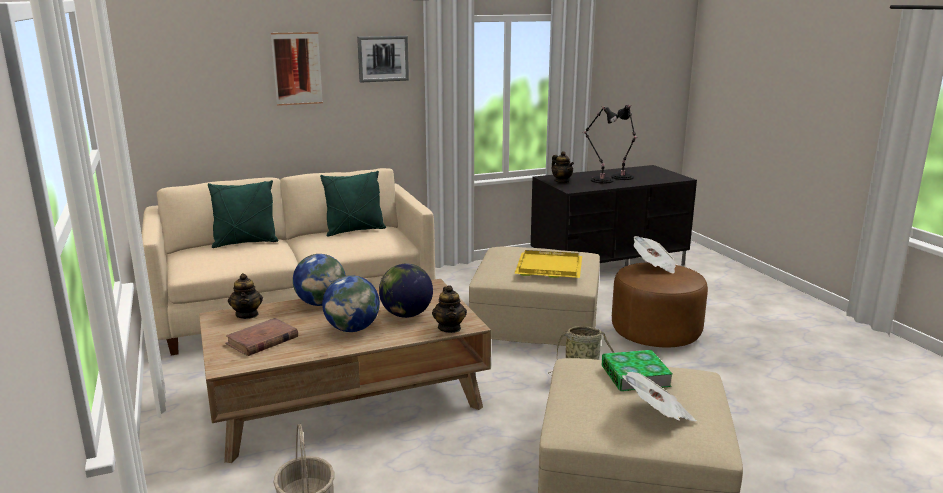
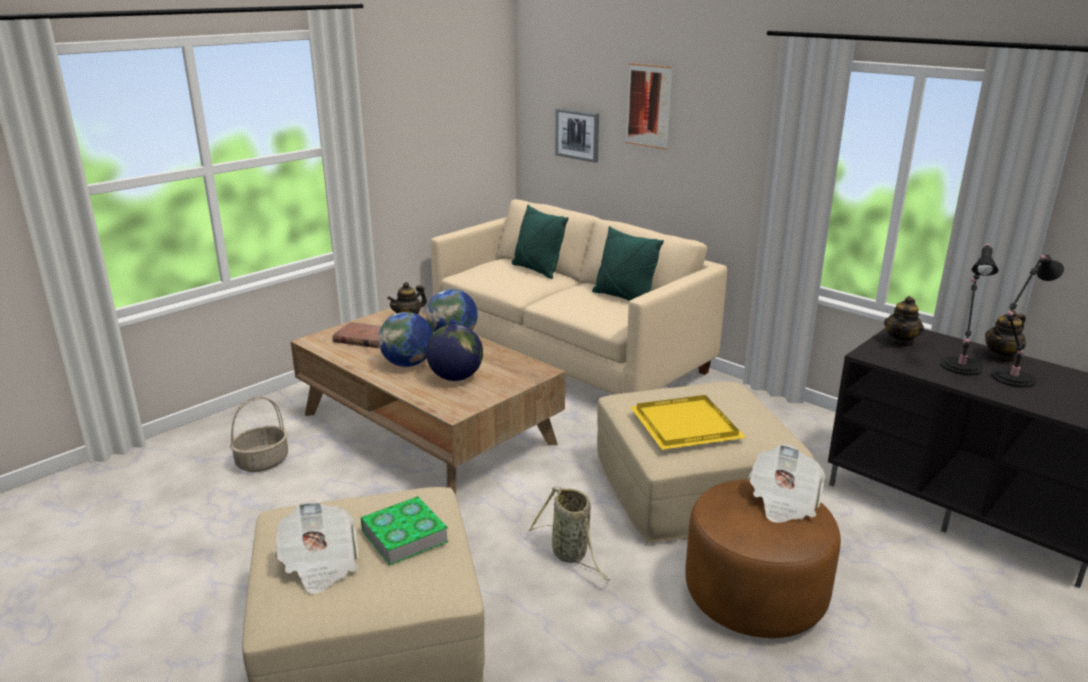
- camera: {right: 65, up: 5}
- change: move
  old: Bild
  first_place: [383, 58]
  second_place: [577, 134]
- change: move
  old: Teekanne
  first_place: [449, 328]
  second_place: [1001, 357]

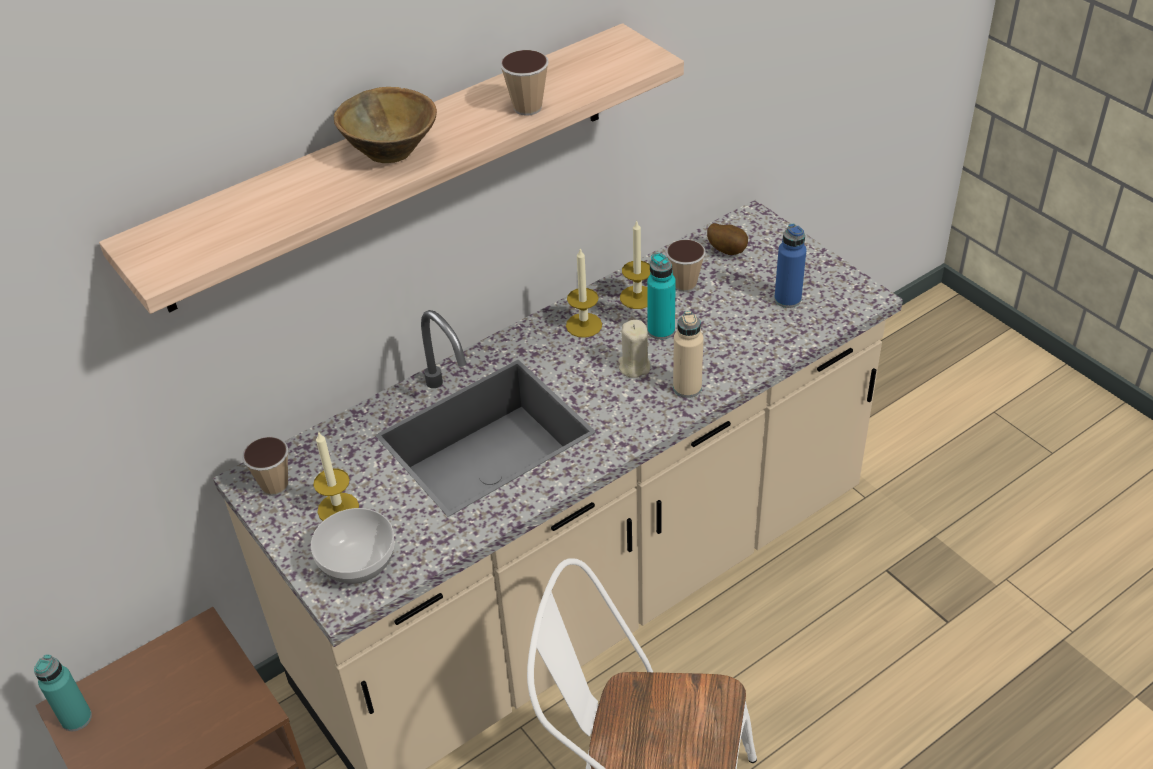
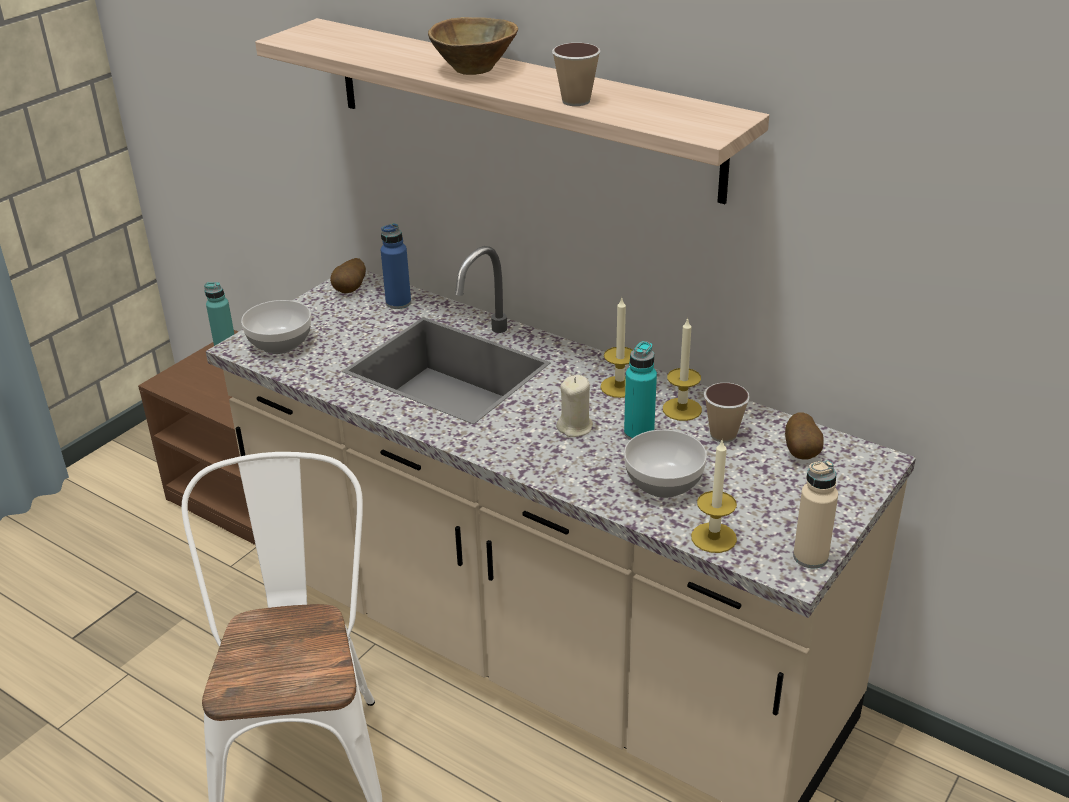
- camera: {right: 70, up: -10}
- change: move
  old: Flasche/blau
  first_place: [787, 299]
  second_place: [398, 303]
- change: move
  old: Flasche/beige
  first_place: [687, 388]
  second_place: [810, 557]
- change: move
  old: Kerze
  first_place: [338, 508]
  second_place: [713, 537]
- change: replace
  old: Tasse
  new: Kartoffel
  first_place: [275, 485]
  second_place: [351, 290]
- change: insert
  new: Schüssel
  second_place: [664, 482]

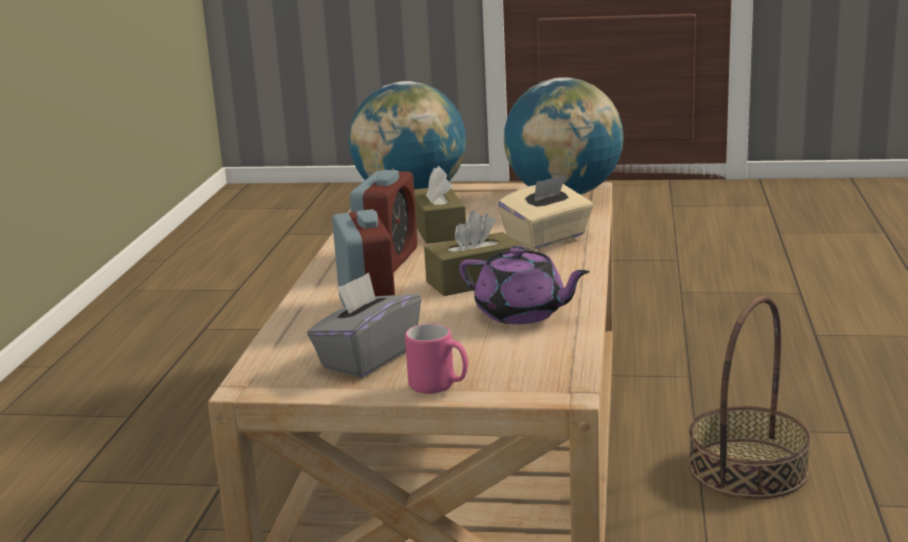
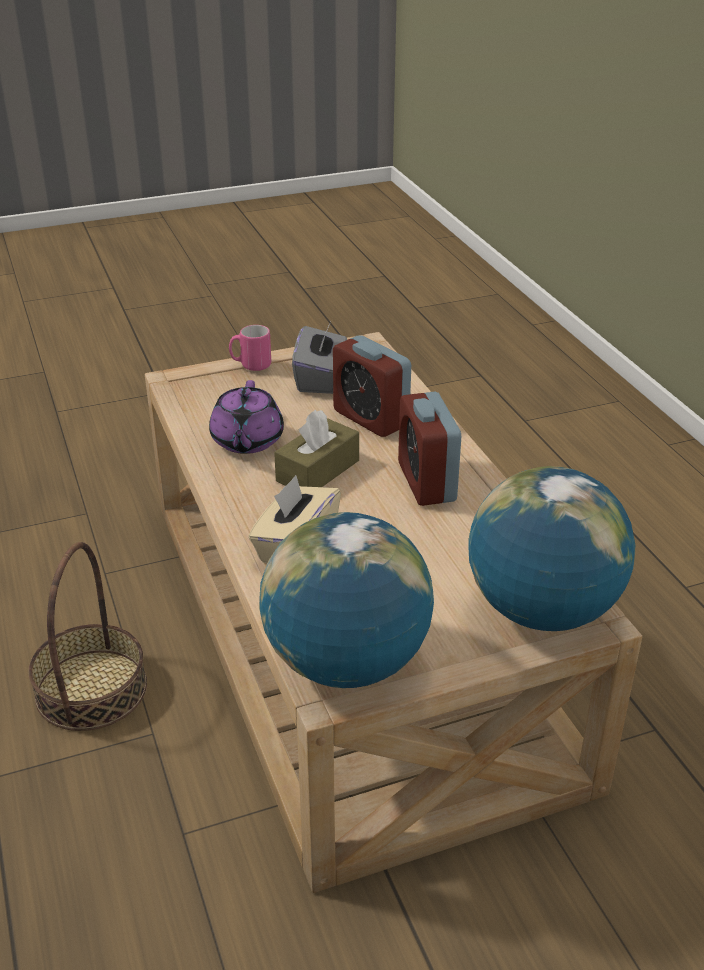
- camera: {right: 150, up: 15}
- change: delete
  old: Taschentuchbox/braun
  first_place: [438, 230]
- change: rotate
  old: Teekanne/lila
  first_place: [522, 314]
  second_place: [246, 441]
  degrees: -90

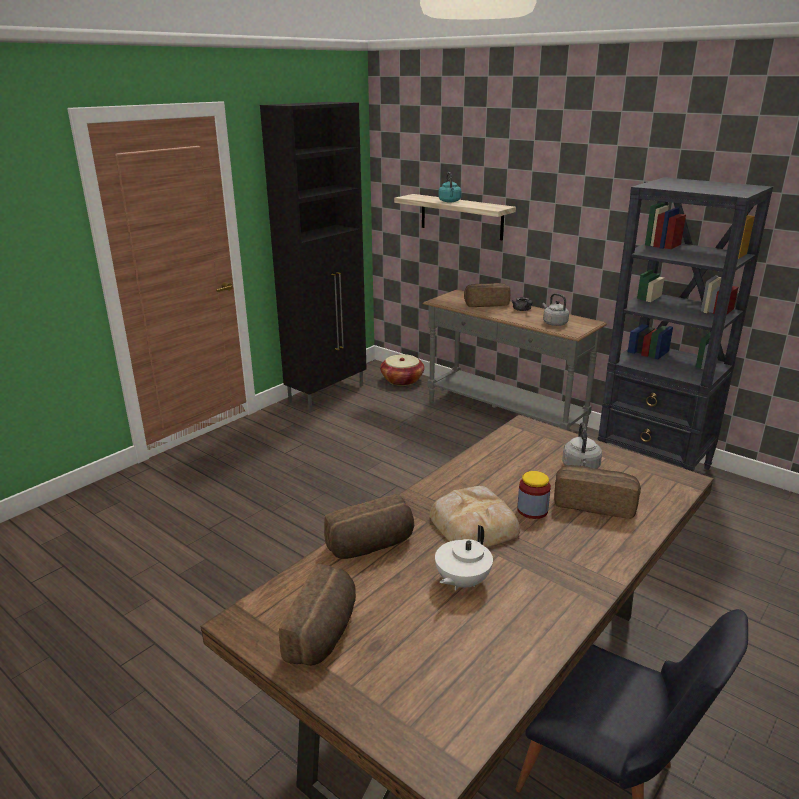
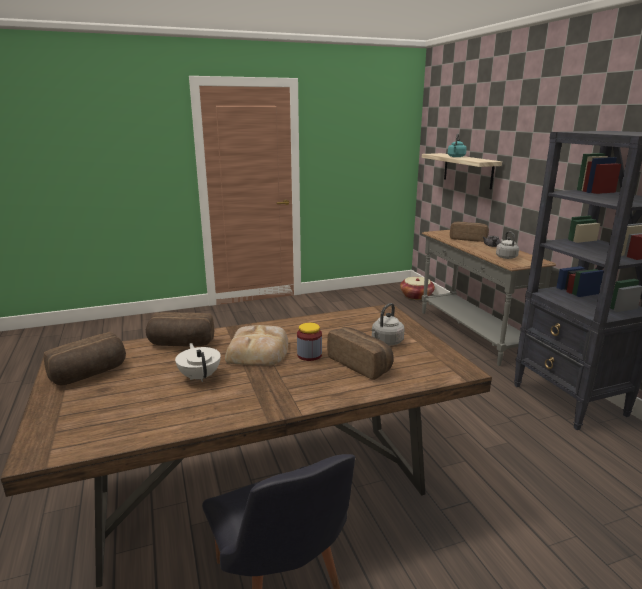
- camera: {right: 30, up: -5}
- change: delete
  old: Schrank/schwarz
  first_place: [328, 393]
- change: rotate
  old: Teekanne/weiß
  first_place: [461, 582]
  second_place: [200, 376]
  degrees: 90

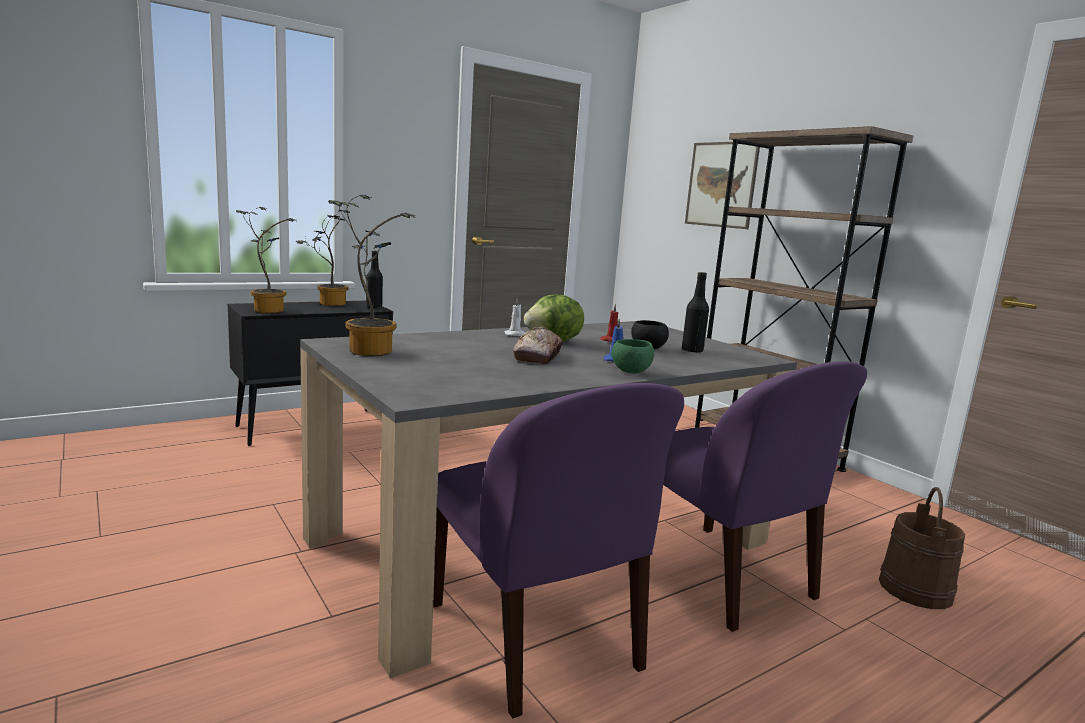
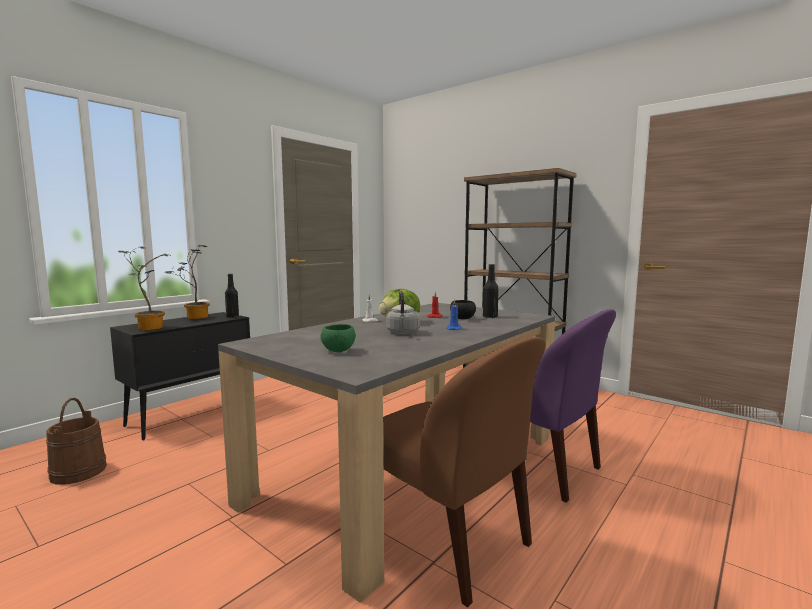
- camera: {right: -15, up: -5}
- change: delete
  old: Bild
  first_place: [721, 184]
- change: delete
  old: Topfpflanze
  first_place: [370, 350]
- change: replace
  old: Brot
  new: Wasserkessel/grau
  first_place: [538, 356]
  second_place: [403, 333]
- change: move
  old: Schüssel/grün
  first_place: [630, 371]
  second_place: [338, 351]
- change: recolor
  old: Stuhl/lila
  new: Stuhl/braun
  first_place: [535, 639]
  second_place: [447, 541]
- change: move
  old: Eimer/braun
  first_place: [914, 589]
  second_place: [78, 471]

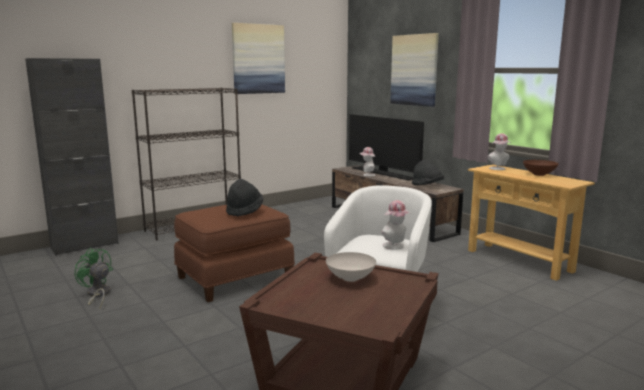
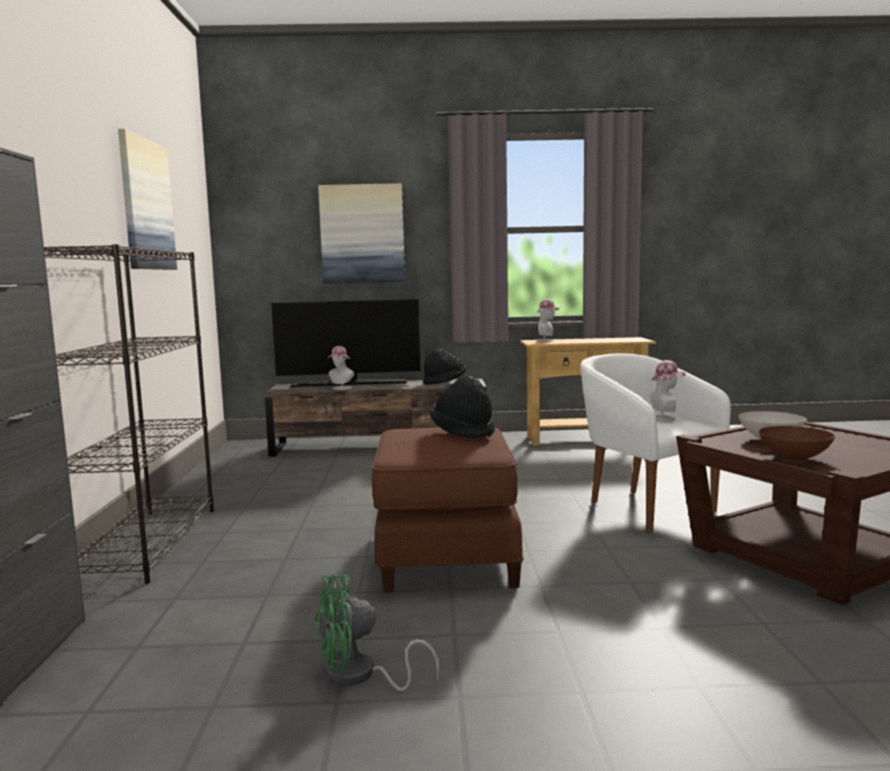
- camera: {right: -55, up: -5}
- change: move
  old: Schüssel/braun
  first_place: [539, 174]
  second_place: [793, 458]

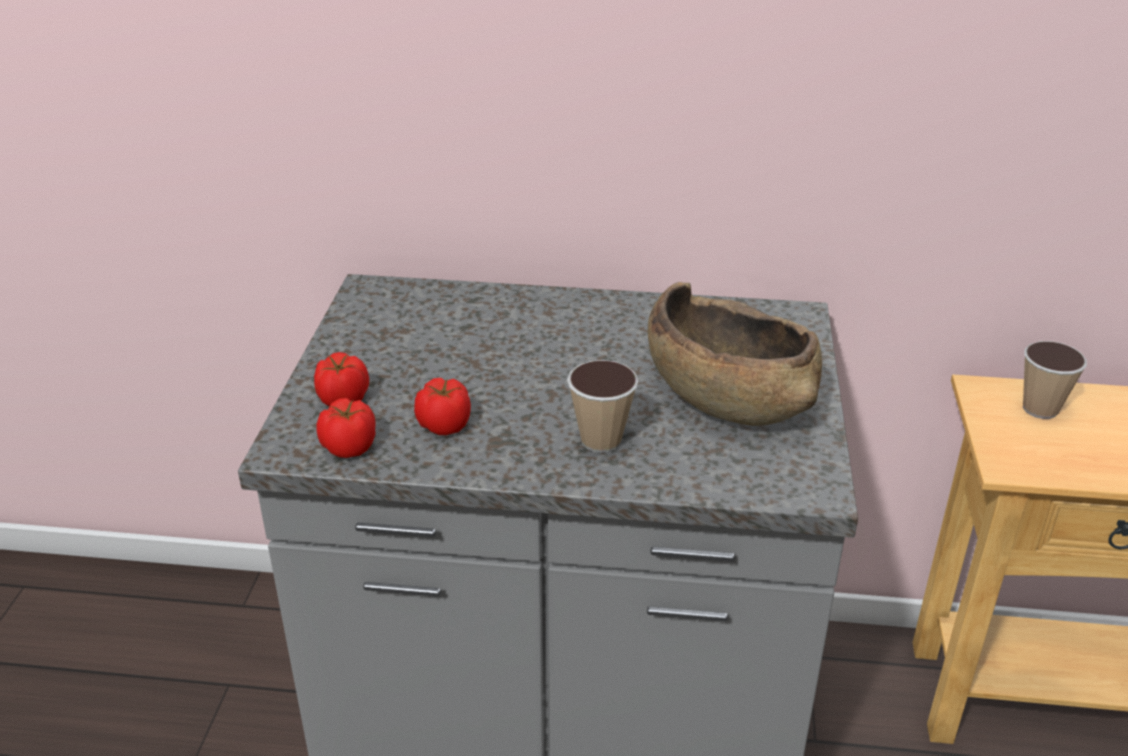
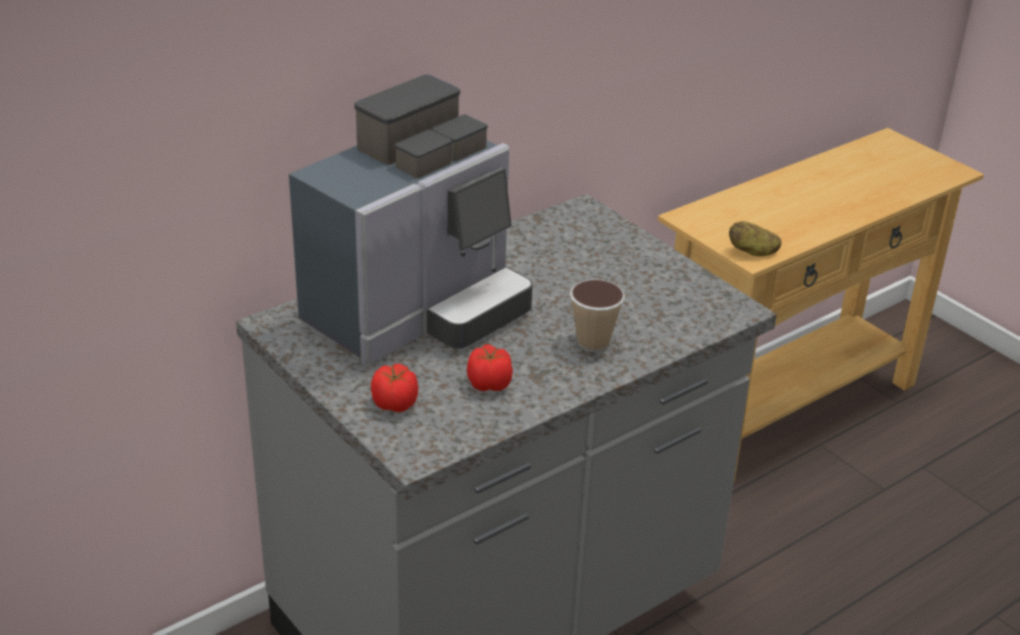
- camera: {right: -45, up: 0}
- change: delete
  old: Schüssel/braun
  first_place: [726, 392]
- change: delete
  old: Tasse
  first_place: [1040, 409]
- change: delete
  old: Tomate
  first_place: [350, 446]
- change: insert
  new: Kaffeemaschine
  second_place: [418, 312]
- change: insert
  new: Kartoffel
  second_place: [752, 252]

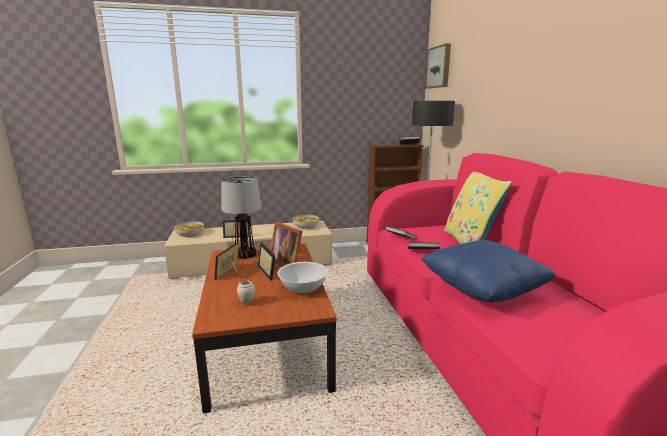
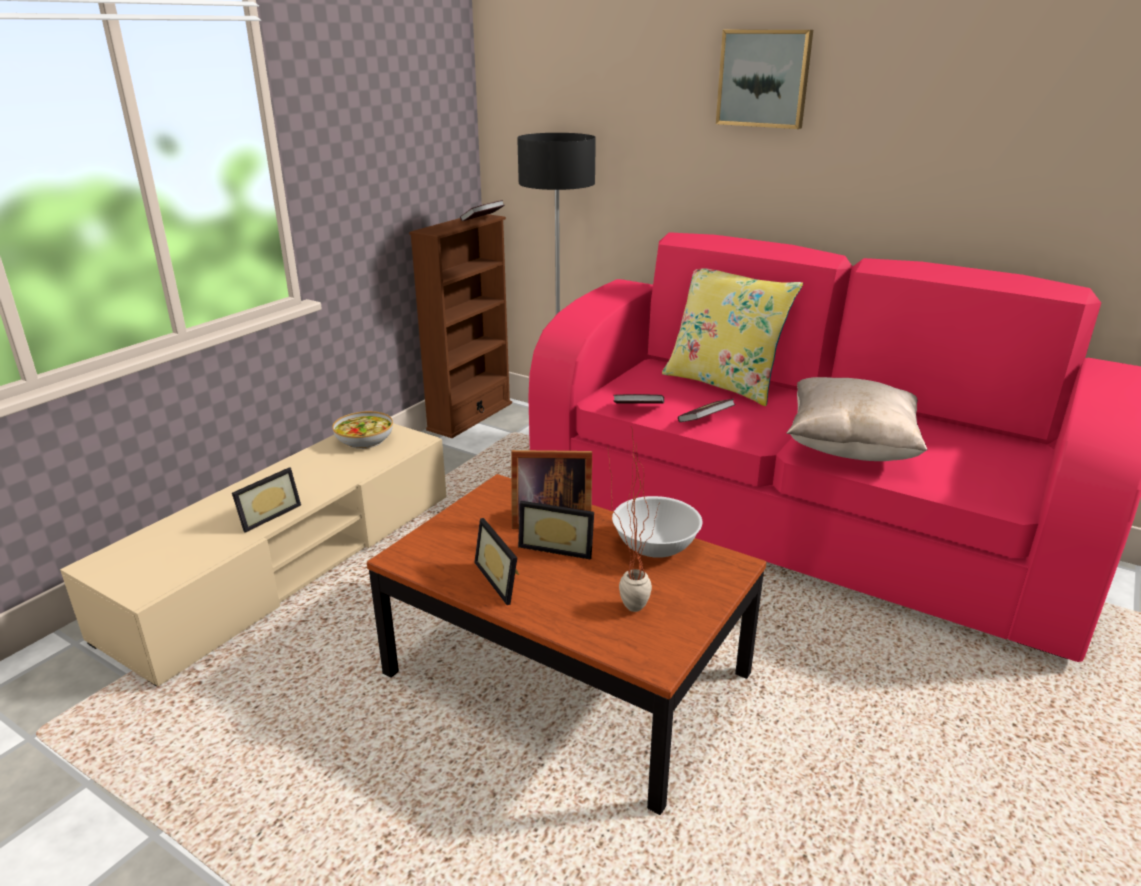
- camera: {right: -45, up: 10}
- change: move
  old: Bild
  first_place: [439, 67]
  second_place: [764, 78]
- change: delete
  old: Tischlampe
  first_place: [245, 254]
- change: delete
  old: Schüssel
  first_place: [190, 234]
- change: recolor
  old: Kissen/blau
  new: Kissen/beige
  first_place: [482, 291]
  second_place: [850, 448]

